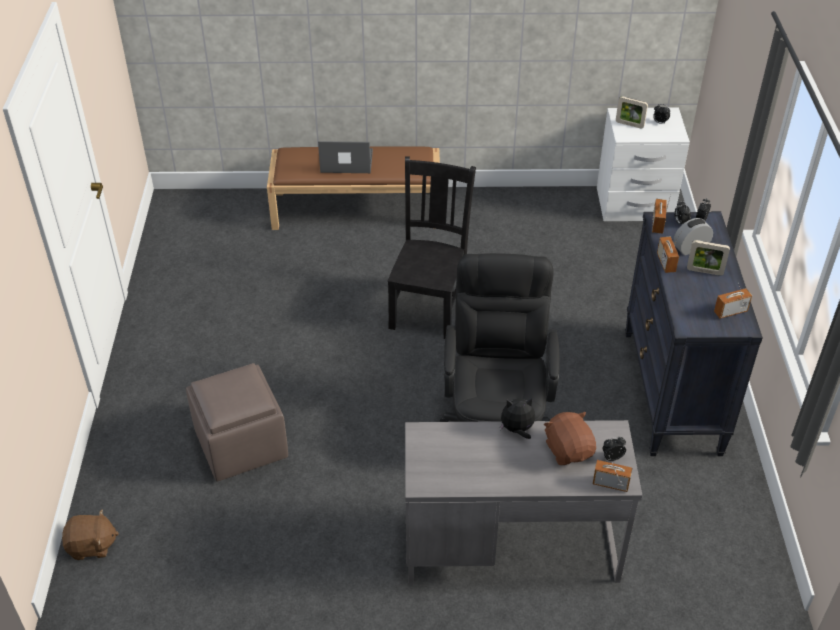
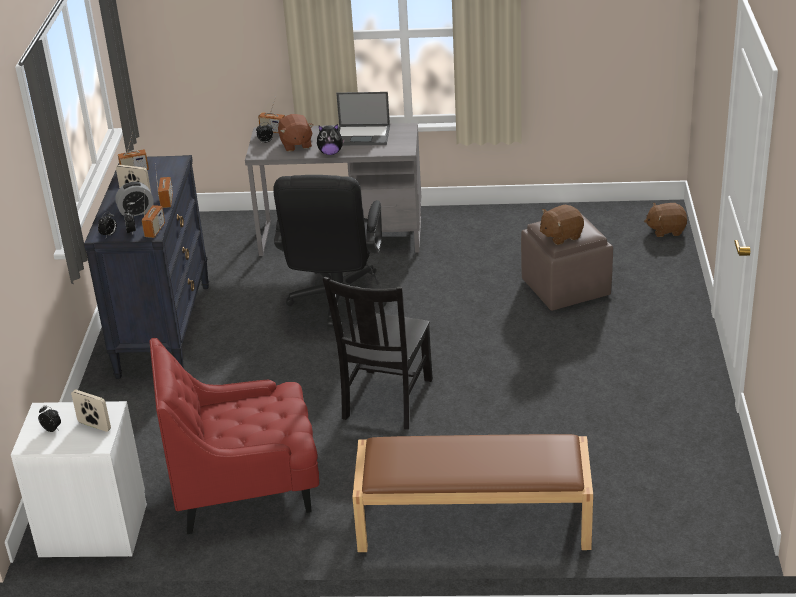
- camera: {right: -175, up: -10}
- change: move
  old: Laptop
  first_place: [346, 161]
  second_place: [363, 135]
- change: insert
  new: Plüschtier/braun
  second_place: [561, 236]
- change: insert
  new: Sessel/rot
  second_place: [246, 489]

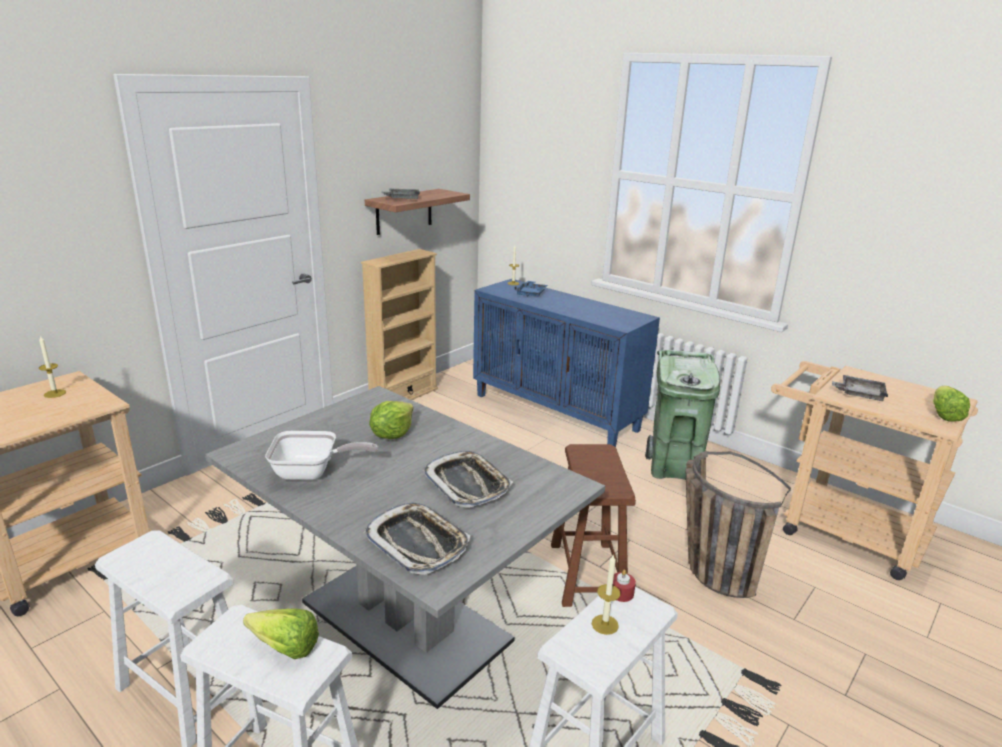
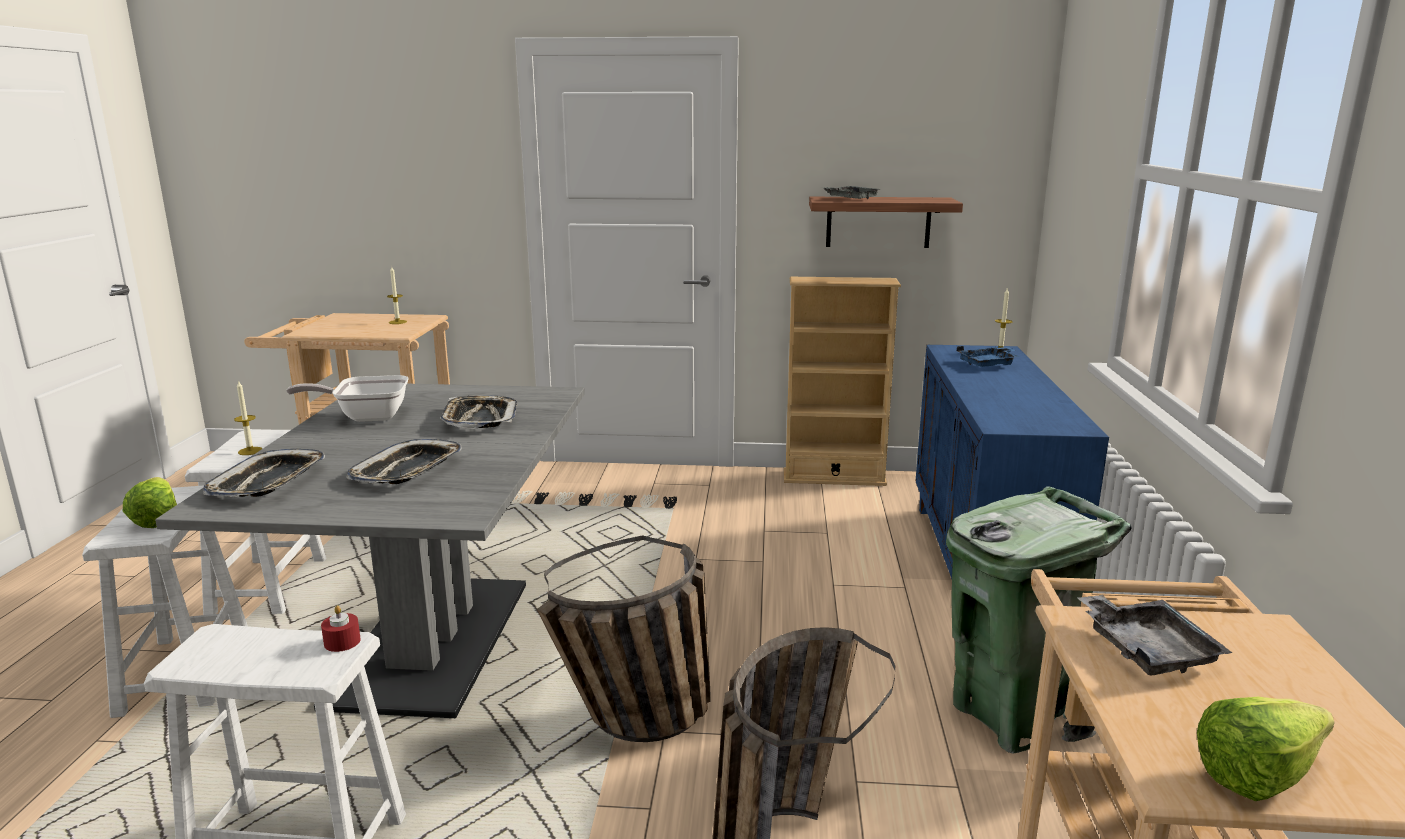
- camera: {right: 55, up: -5}
- change: replace
  old: Salatkopf
  new: Tablett
  first_place: [392, 434]
  second_place: [479, 419]
- change: rotate
  old: Pfanne
  first_place: [312, 473]
  second_place: [366, 416]
  degrees: 120
- change: replace
  old: Hocker/braun
  new: Korb
  first_place: [586, 574]
  second_place: [636, 726]
- change: move
  old: Kerze
  first_place: [605, 624]
  second_place: [250, 451]

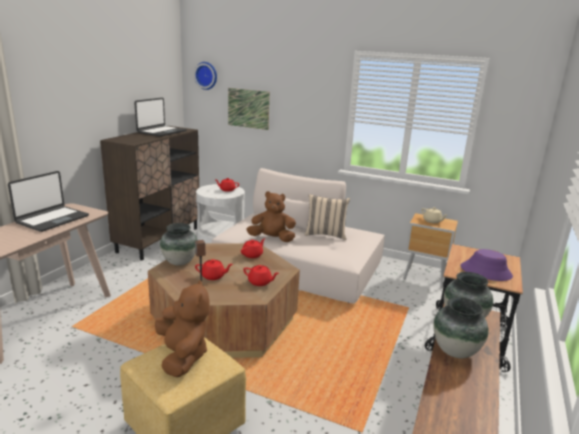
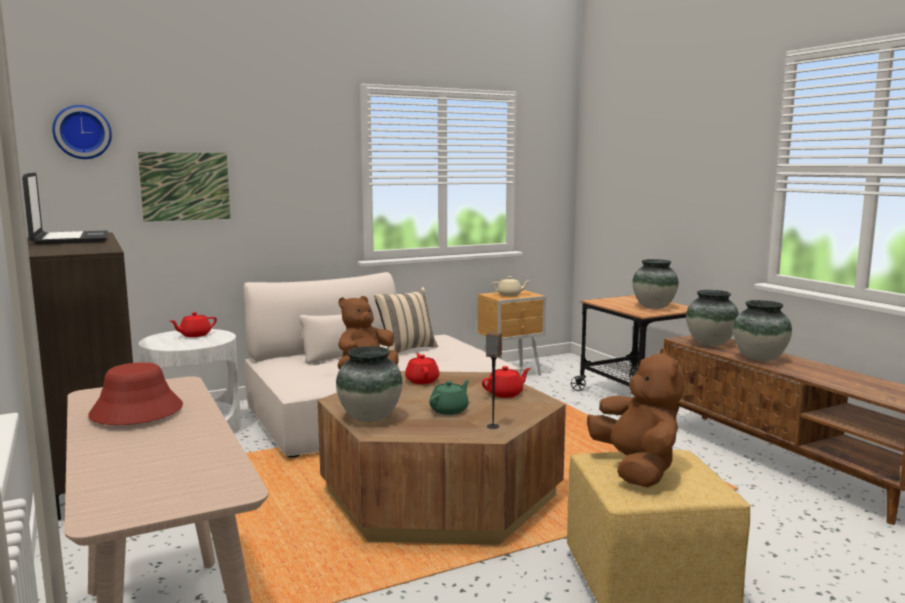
- camera: {right: -50, up: -10}
- change: replace
  old: Laptop
  new: Hut/rot
  first_place: [52, 219]
  second_place: [136, 411]
- change: replace
  old: Hut/lila
  new: Vase
  first_place: [485, 271]
  second_place: [653, 307]
- change: recolor
  old: Teekanne/rot
  new: Teekanne/grün
  first_place: [213, 276]
  second_place: [450, 410]
- change: rotate
  old: Plüschtier/braun
  first_place: [182, 356]
  second_place: [636, 469]
  degrees: 60

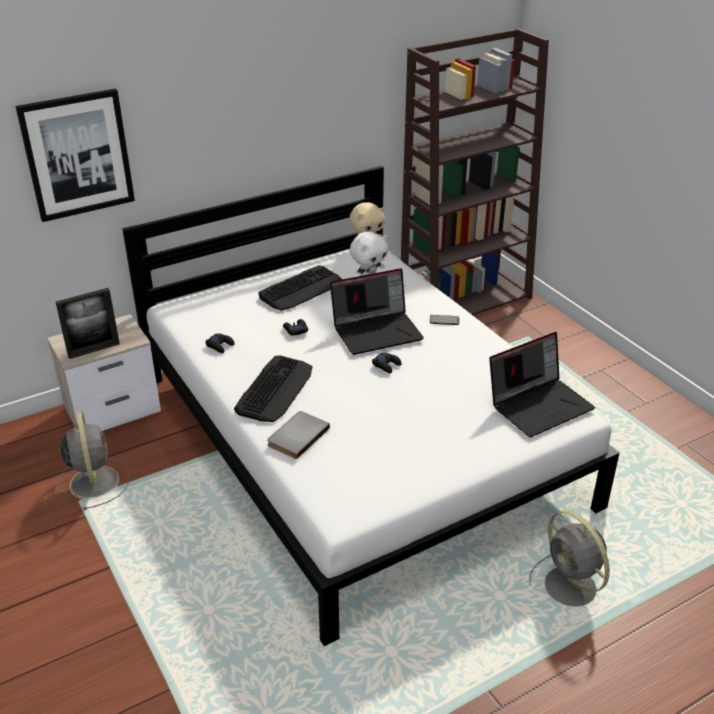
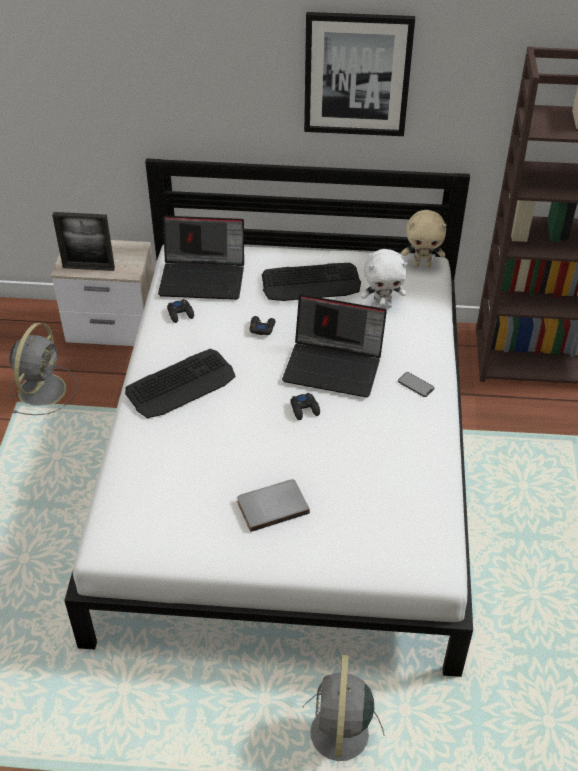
- camera: {right: 35, up: 10}
- change: move
  old: Bild
  first_place: [77, 155]
  second_place: [357, 75]
- change: move
  old: Laptop
  first_place: [539, 404]
  second_place: [204, 277]
- change: move
  old: Buch/grau
  first_place: [296, 436]
  second_place: [271, 505]

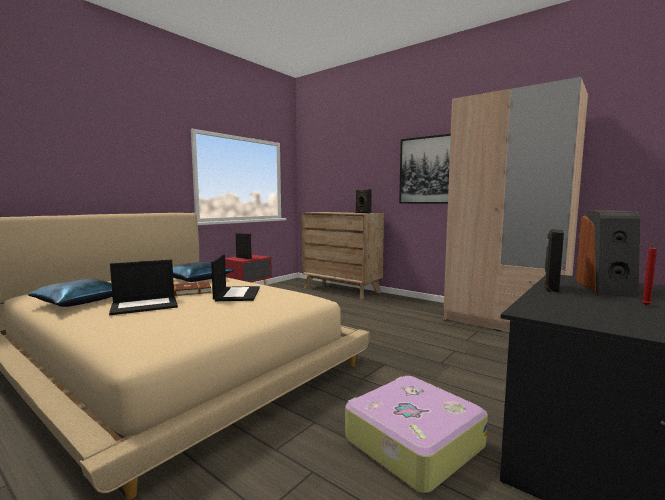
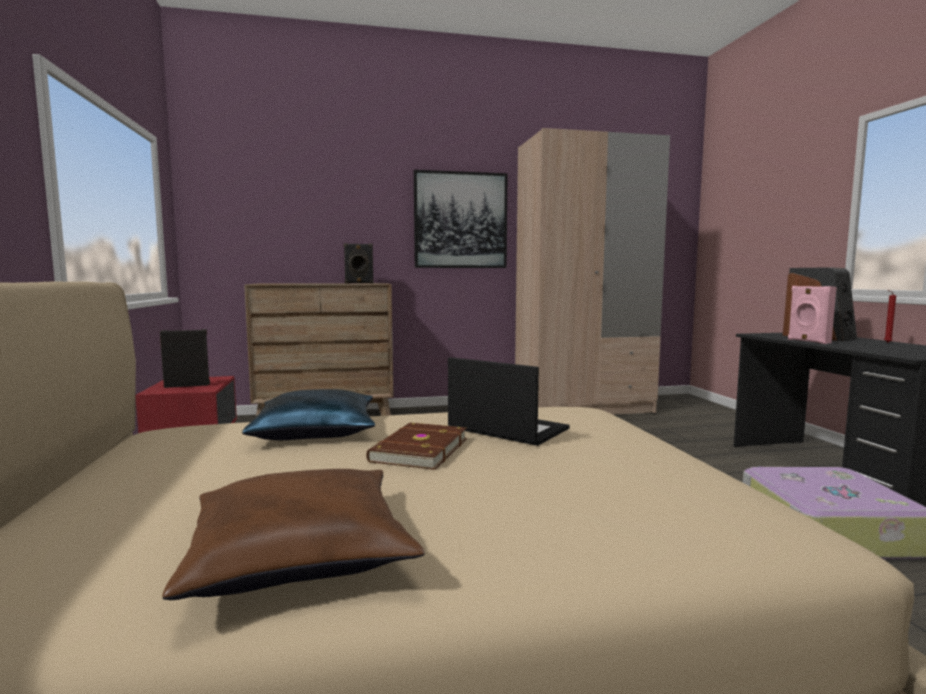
- camera: {right: -50, up: 0}
- change: recolor
  old: Lautsprecher/schwarz
  new: Lautsprecher/rosa
  first_place: [551, 287]
  second_place: [807, 341]
- change: delete
  old: Laptop
  first_place: [145, 305]
- change: recolor
  old: Kissen/blau
  new: Kissen/braun
  first_place: [80, 301]
  second_place: [300, 551]

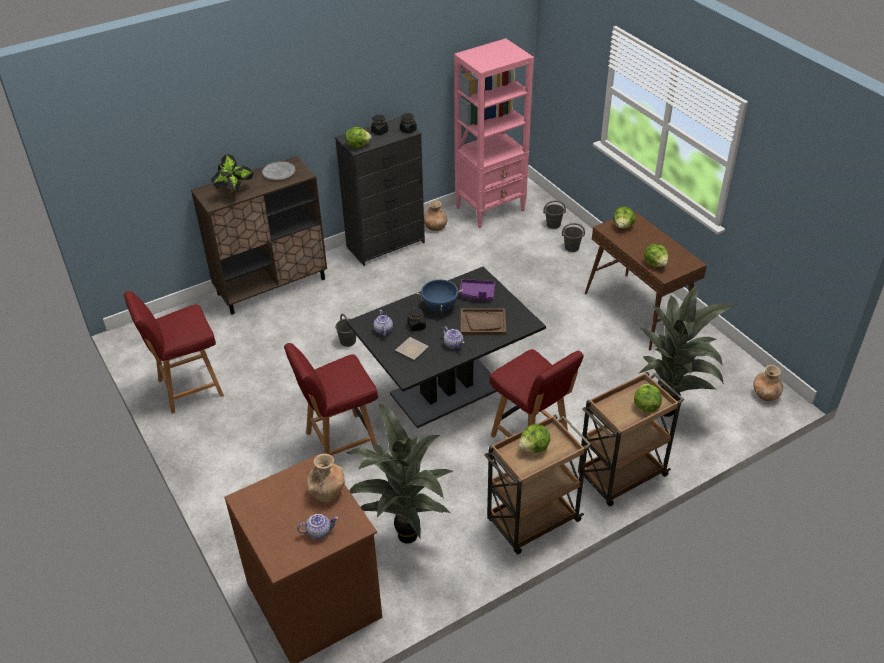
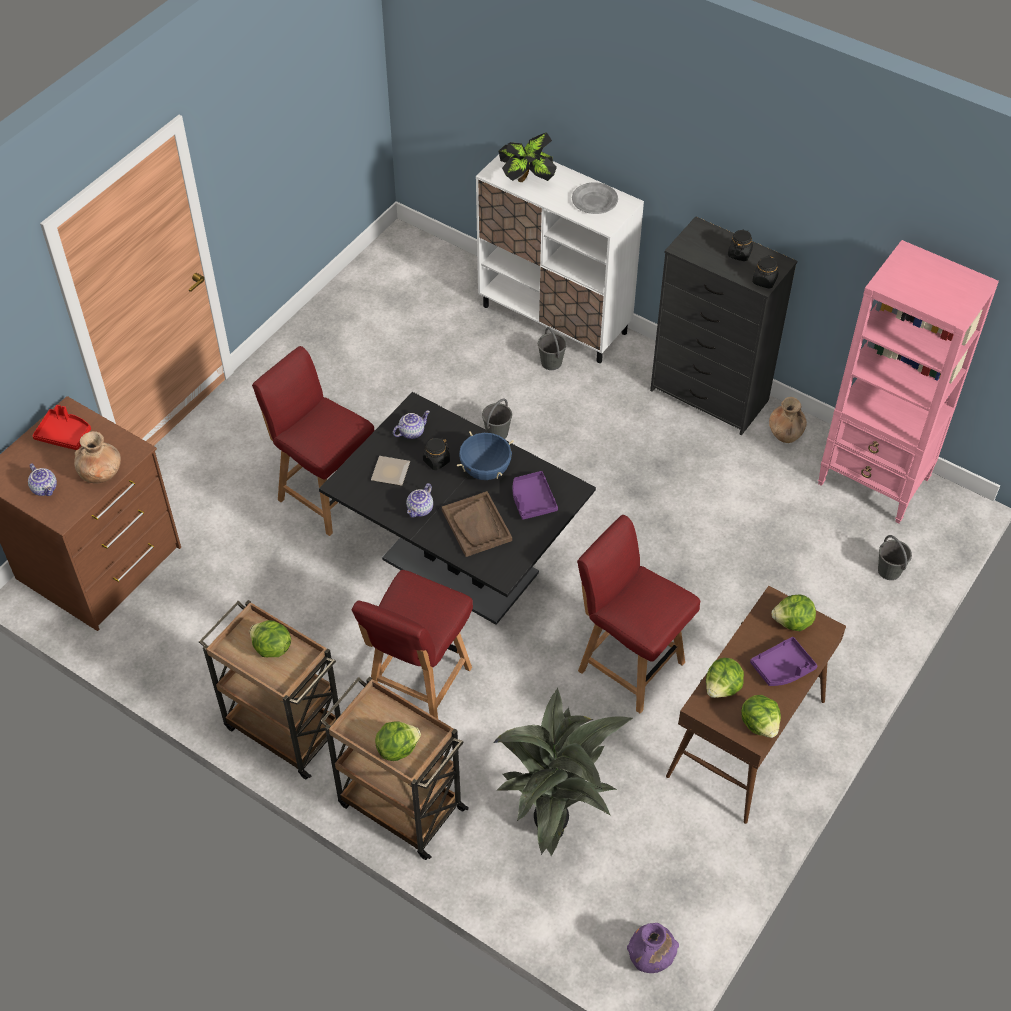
- camera: {right: 65, up: 10}
- change: move
  old: Salatkopf
  first_place: [358, 145]
  second_place: [760, 724]
- change: recolor
  old: Schrank/braun
  new: Schrank/weiß
  first_place: [272, 286]
  second_place: [555, 319]
- change: move
  old: Eimer/grau
  first_place: [572, 247]
  second_place: [551, 363]
- change: move
  old: Stuhl/rot
  first_place: [188, 388]
  second_place: [629, 665]
- change: recolor
  old: Vase/braun
  new: Vase/lila
  first_place: [765, 395]
  second_place: [650, 957]
- change: delete
  old: Topfpflanze
  first_place: [404, 538]
- change: insert
  new: Tablett/rot
  second_place: [64, 434]
- change: insert
  new: Tablett/lila
  second_place: [782, 668]

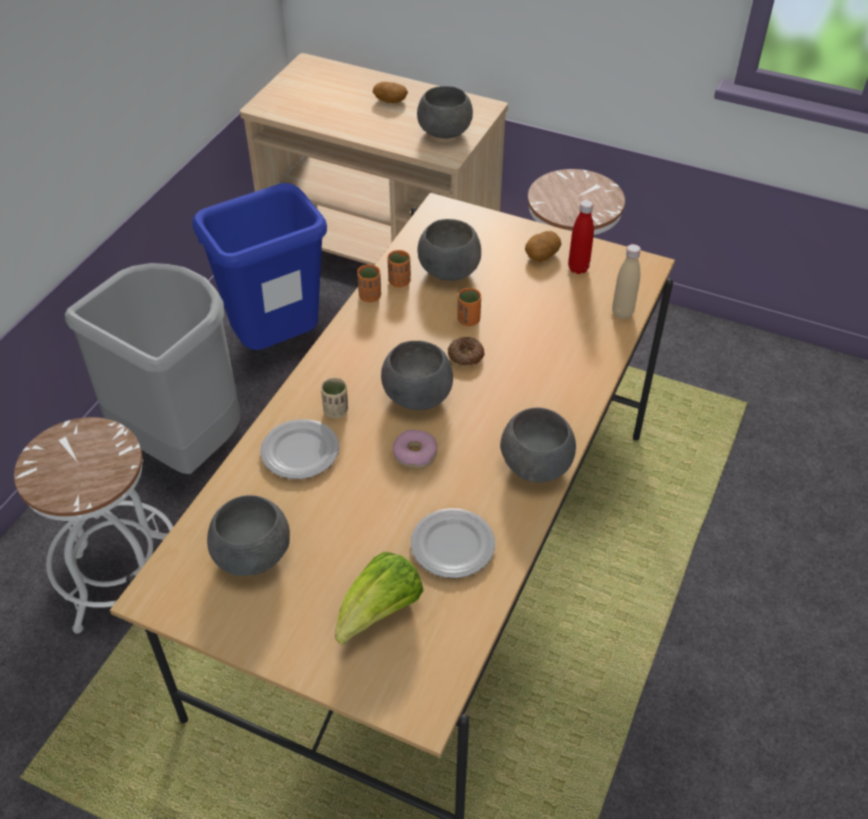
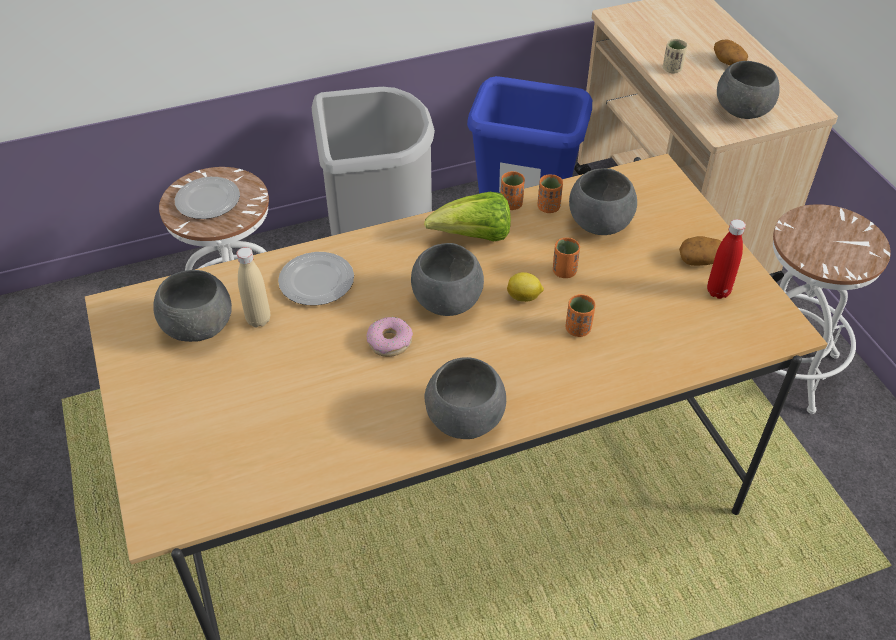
- camera: {right: 45, up: 0}
- change: move
  old: Flasche/beige
  first_place: [622, 313]
  second_place: [258, 320]
- change: replace
  old: Donut
  new: Zitrone
  first_place: [465, 356]
  second_place: [524, 297]
- change: move
  old: Tasse/beige
  first_place: [336, 411]
  second_place: [672, 69]
- change: move
  old: Teller
  first_place: [453, 546]
  second_place: [208, 201]
- change: move
  old: Salatkopf
  first_place: [379, 613]
  second_place: [474, 237]
- change: insert
  new: Tasse/orange
  second_place: [578, 329]

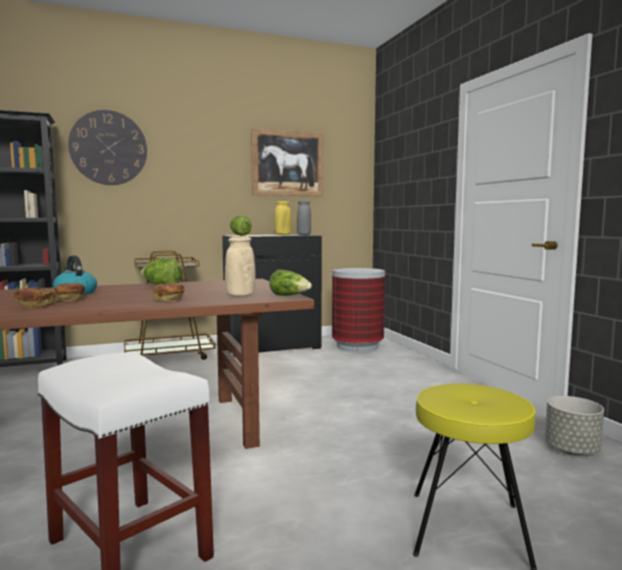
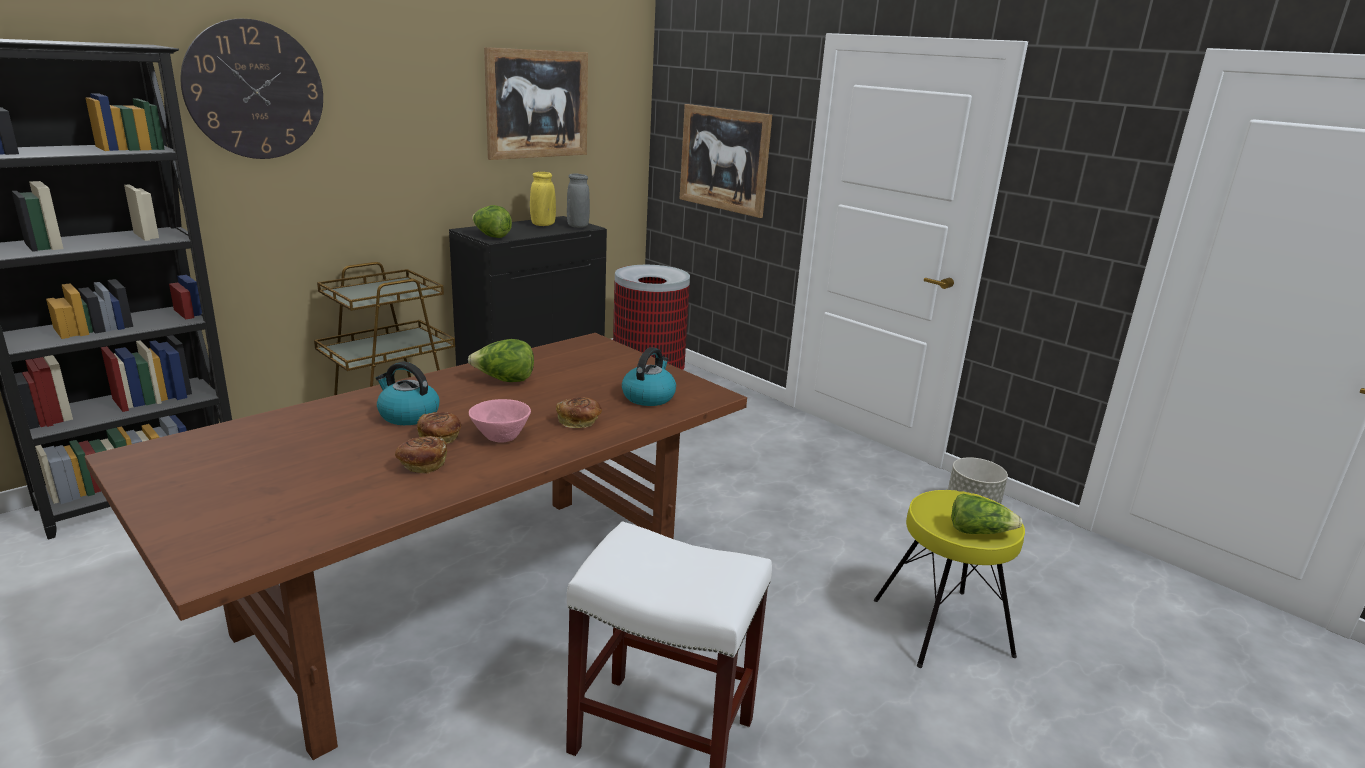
- camera: {right: -25, up: 15}
- change: replace
  old: Vase/beige
  new: Wasserkessel
  first_place: [240, 295]
  second_place: [648, 397]
- change: move
  old: Salatkopf
  first_place: [290, 296]
  second_place: [979, 531]
- change: insert
  new: Bild
  second_place: [724, 159]
- change: insert
  new: Schüssel/rosa
  second_place: [502, 435]

